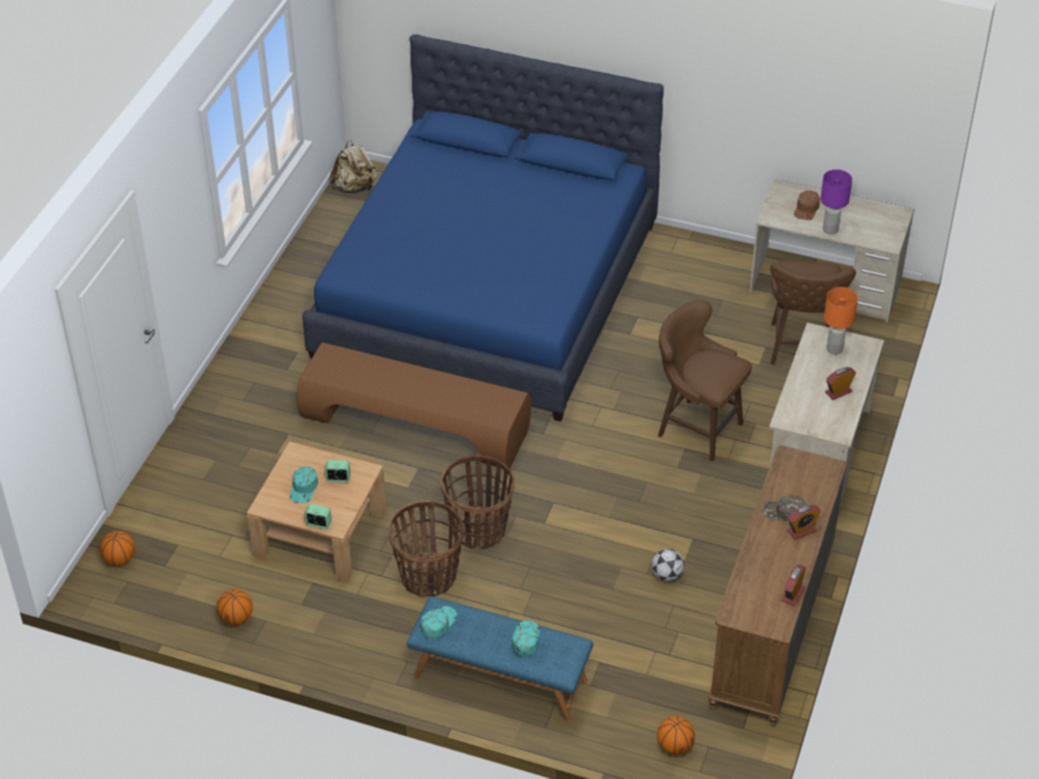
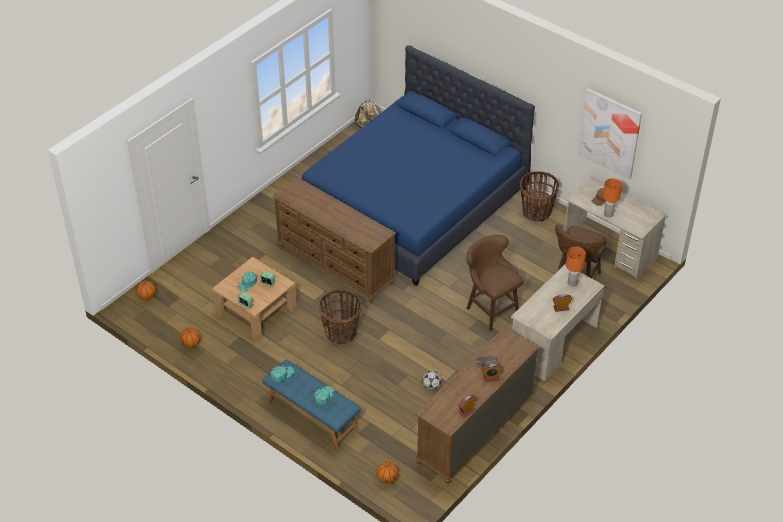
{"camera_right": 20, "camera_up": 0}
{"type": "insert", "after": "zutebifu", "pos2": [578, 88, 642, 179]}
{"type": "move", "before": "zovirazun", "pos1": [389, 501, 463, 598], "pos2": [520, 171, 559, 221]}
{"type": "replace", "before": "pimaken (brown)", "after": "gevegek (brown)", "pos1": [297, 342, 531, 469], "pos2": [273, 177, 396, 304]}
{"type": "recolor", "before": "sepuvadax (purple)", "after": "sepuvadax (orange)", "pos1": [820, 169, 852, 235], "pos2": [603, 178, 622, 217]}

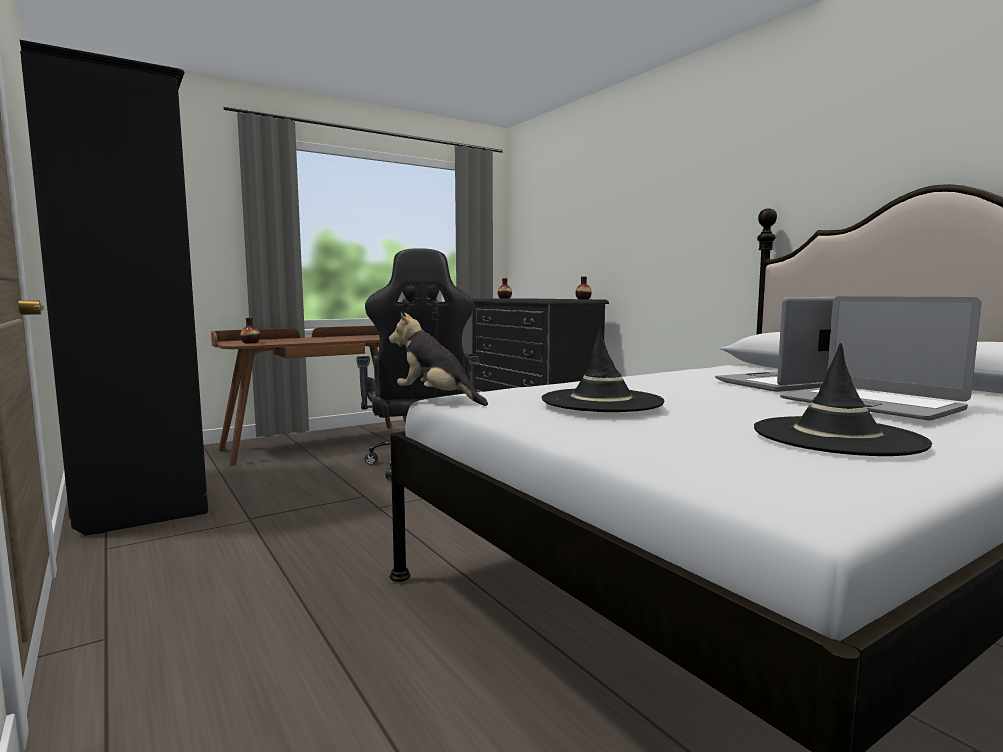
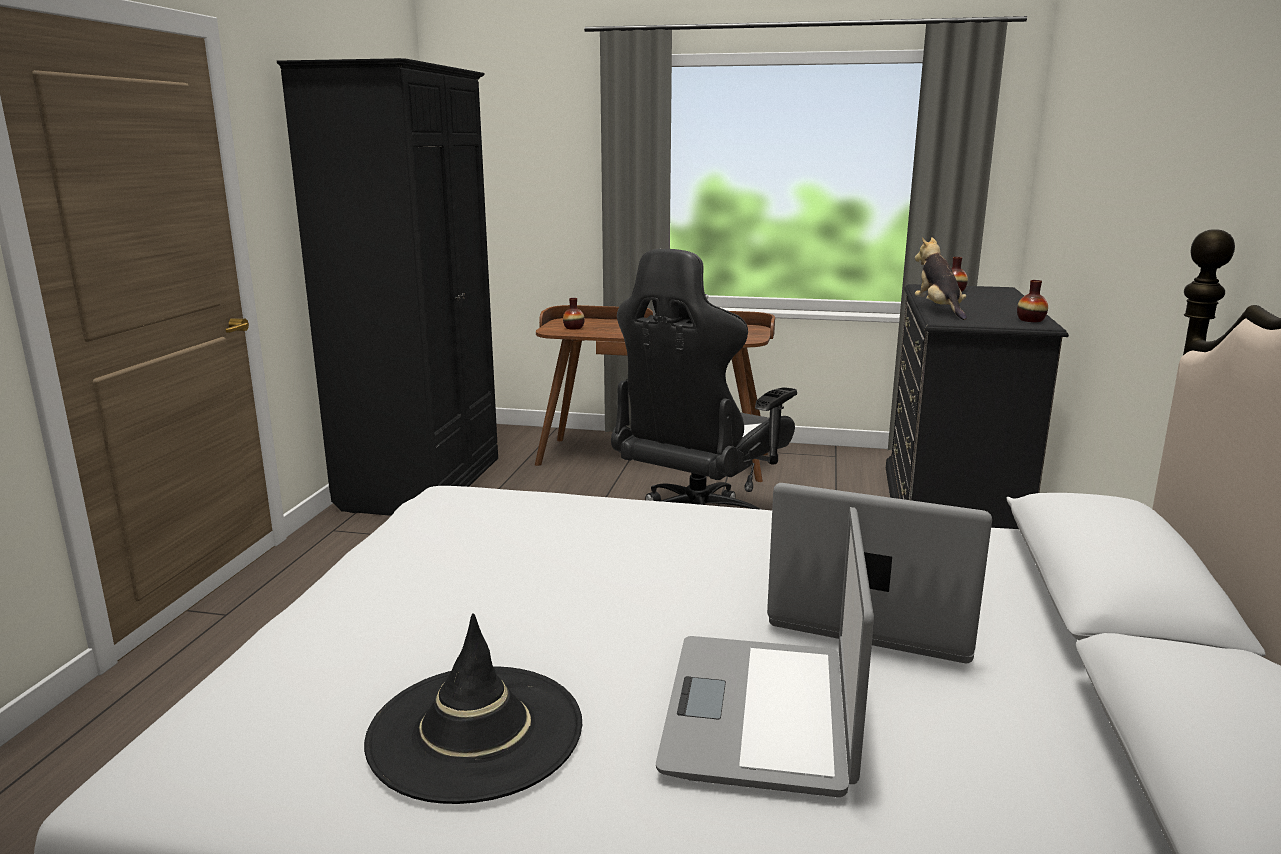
{"camera_right": 45, "camera_up": 10}
{"type": "delete", "before": "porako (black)", "pos1": [542, 328, 665, 412]}
{"type": "move", "before": "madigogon", "pos1": [389, 312, 488, 406], "pos2": [915, 237, 967, 320]}

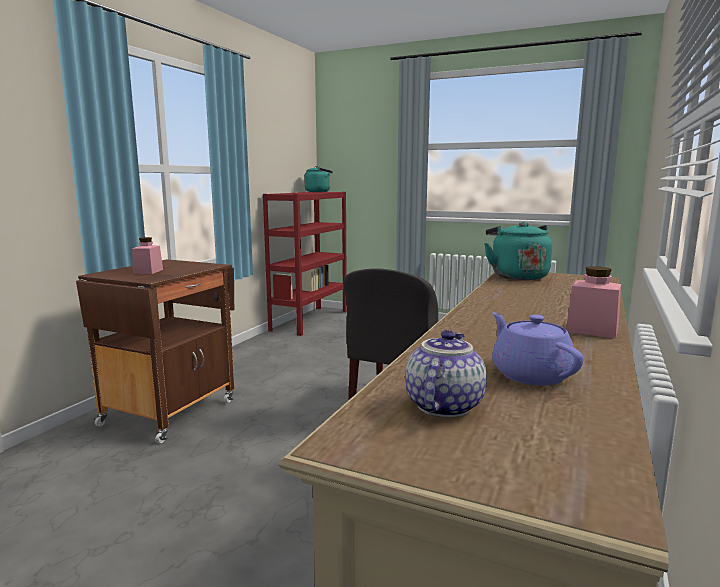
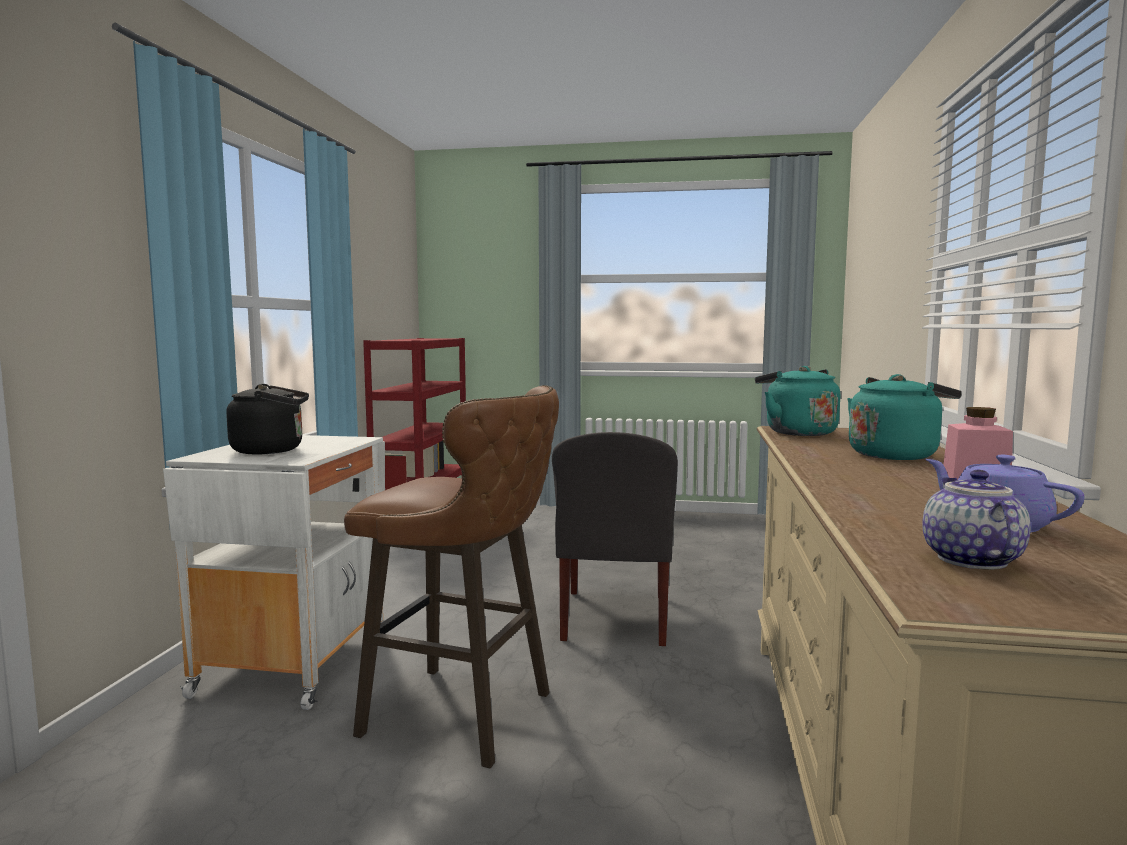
{"camera_right": -15, "camera_up": -5}
{"type": "insert", "after": "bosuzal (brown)", "pos2": [344, 385, 559, 768]}
{"type": "move", "before": "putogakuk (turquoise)", "pos1": [304, 166, 333, 192], "pos2": [848, 374, 962, 460]}
{"type": "replace", "before": "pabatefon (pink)", "after": "putogakuk (black)", "pos1": [132, 237, 163, 274], "pos2": [226, 384, 309, 455]}
{"type": "recolor", "before": "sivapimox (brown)", "after": "sivapimox (white)", "pos1": [76, 259, 235, 444], "pos2": [163, 435, 385, 710]}

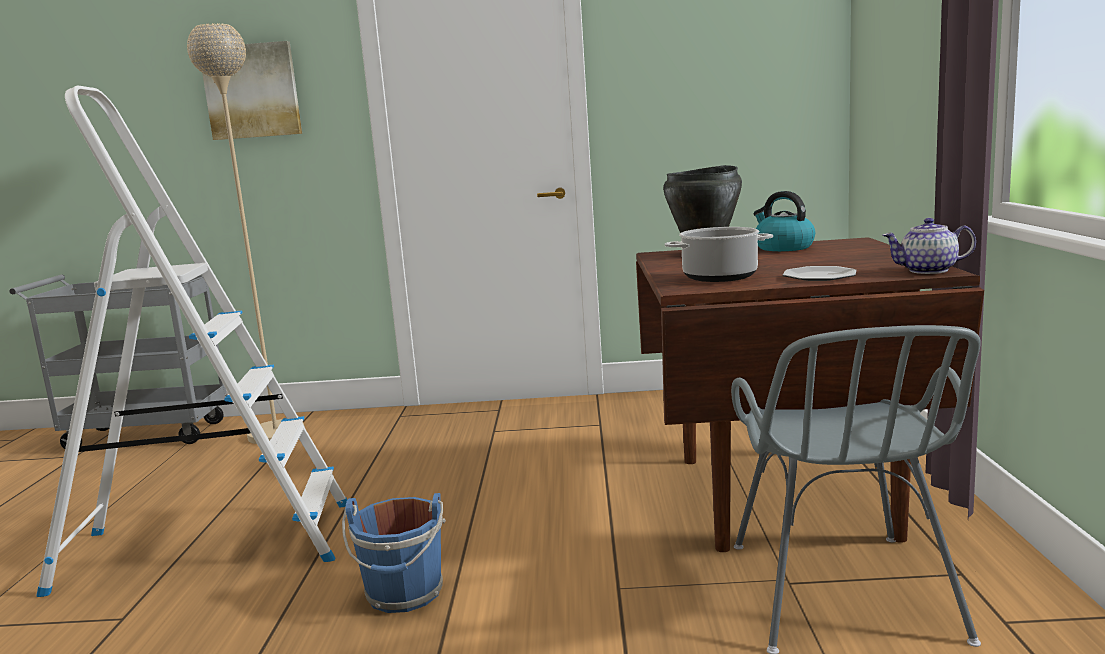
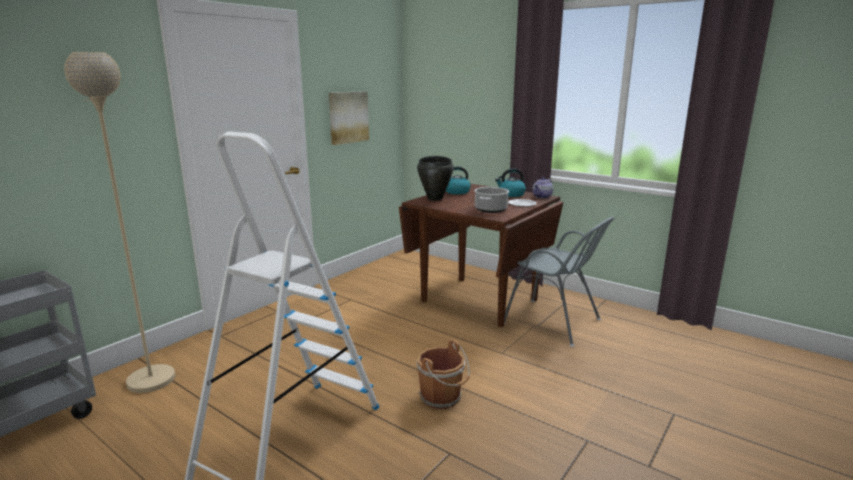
{"camera_right": -55, "camera_up": 5}
{"type": "insert", "after": "putogakuk", "pos2": [495, 168, 526, 197]}
{"type": "move", "before": "zutebifu", "pos1": [202, 41, 302, 140], "pos2": [329, 91, 369, 145]}
{"type": "recolor", "before": "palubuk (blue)", "after": "palubuk (brown)", "pos1": [342, 493, 446, 613], "pos2": [417, 339, 470, 409]}

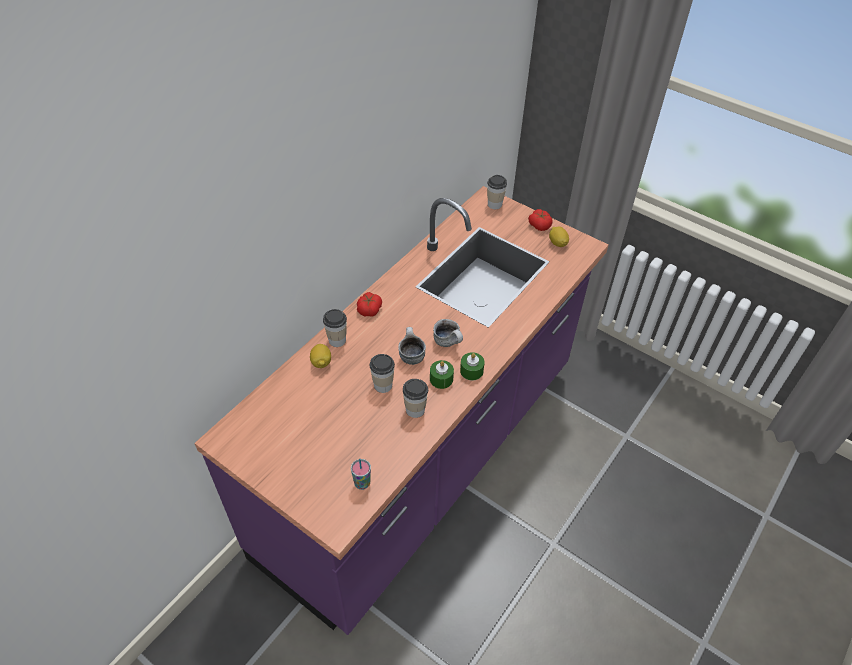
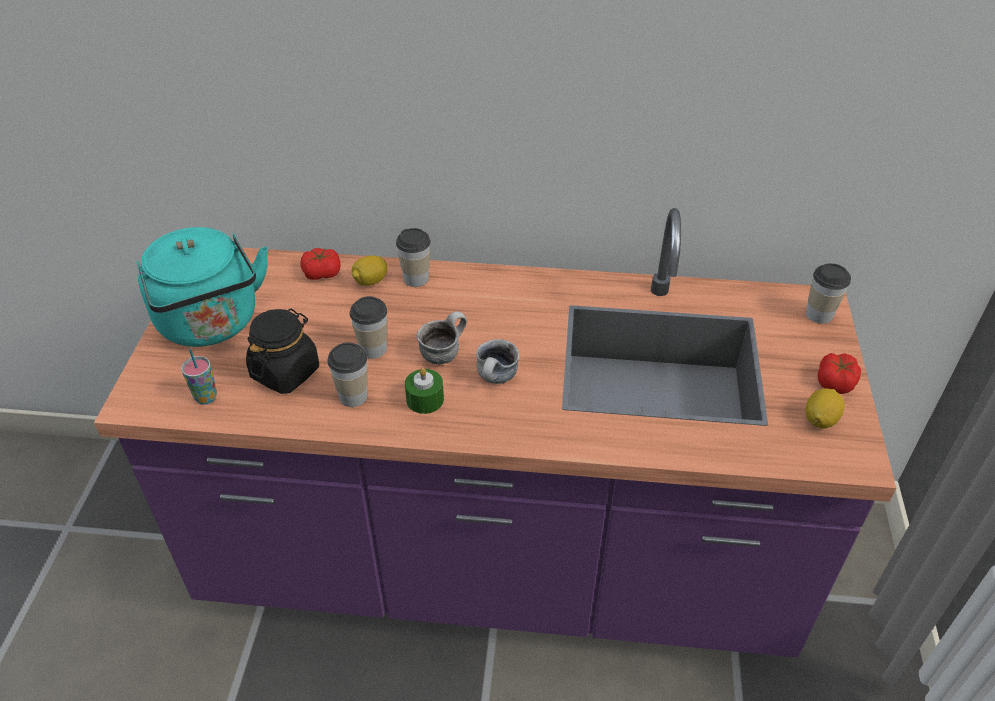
{"camera_right": 60, "camera_up": -5}
{"type": "delete", "before": "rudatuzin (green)", "pos1": [460, 352, 485, 381]}
{"type": "insert", "after": "putogakuk (turquoise)", "pos2": [136, 227, 268, 347]}
{"type": "insert", "after": "pabatefon (black)", "pos2": [246, 309, 319, 394]}
{"type": "move", "before": "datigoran", "pos1": [357, 292, 382, 317], "pos2": [301, 248, 341, 280]}

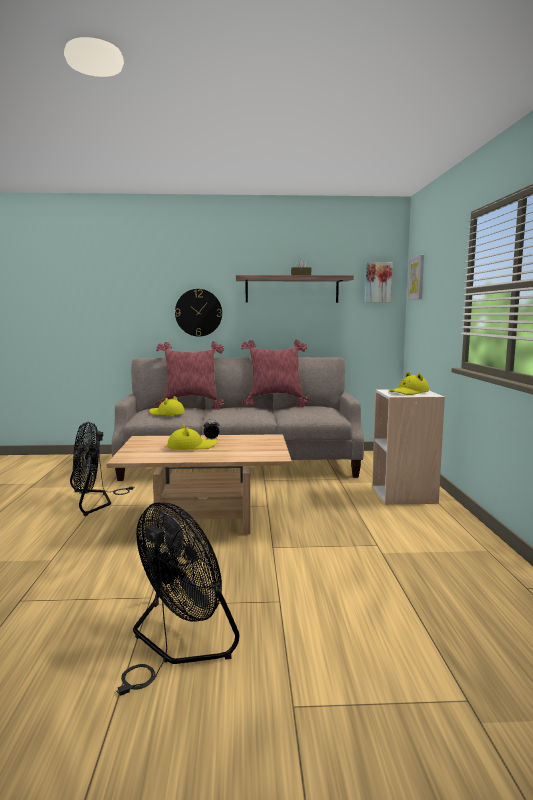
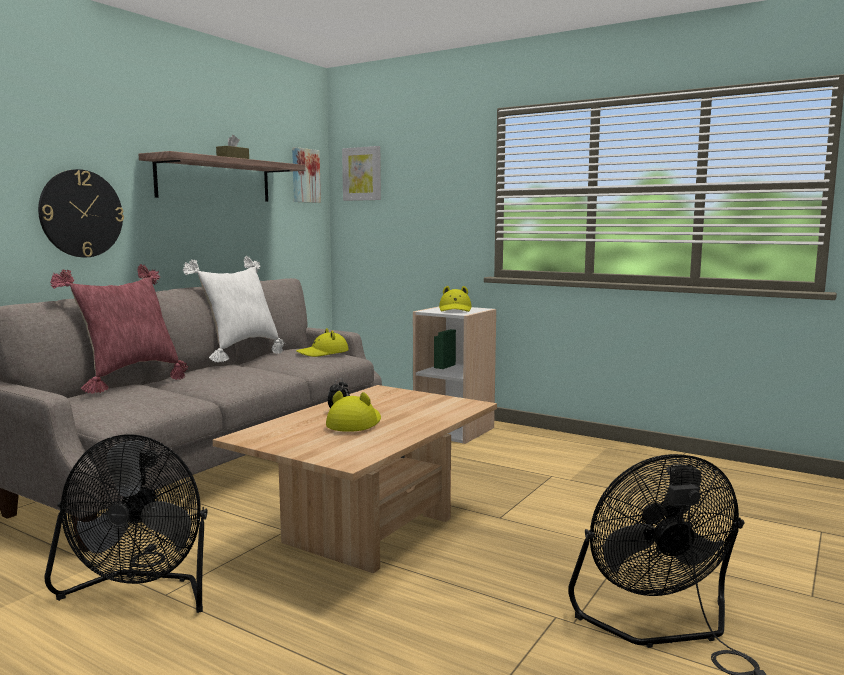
{"camera_right": -55, "camera_up": 0}
{"type": "move", "before": "porako (yellow)", "pos1": [149, 396, 185, 415], "pos2": [296, 328, 349, 357]}
{"type": "recolor", "before": "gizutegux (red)", "after": "gizutegux (white)", "pos1": [241, 340, 309, 407], "pos2": [183, 256, 285, 363]}

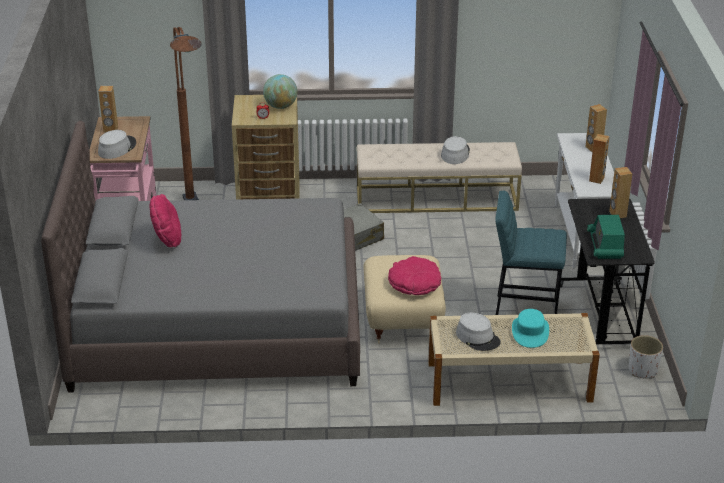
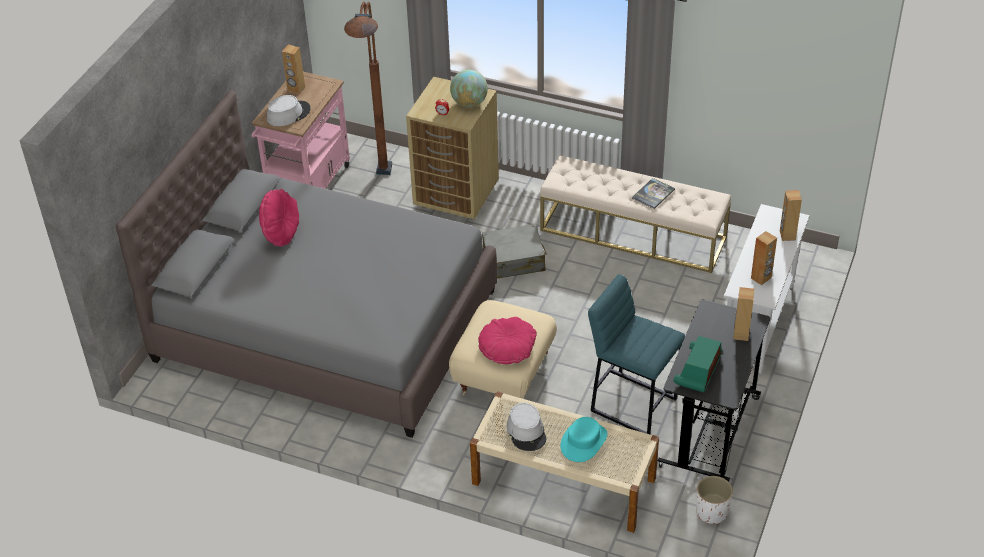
{"camera_right": 25, "camera_up": 10}
{"type": "replace", "before": "porako (grey)", "after": "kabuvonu", "pos1": [441, 136, 470, 164], "pos2": [632, 178, 675, 209]}

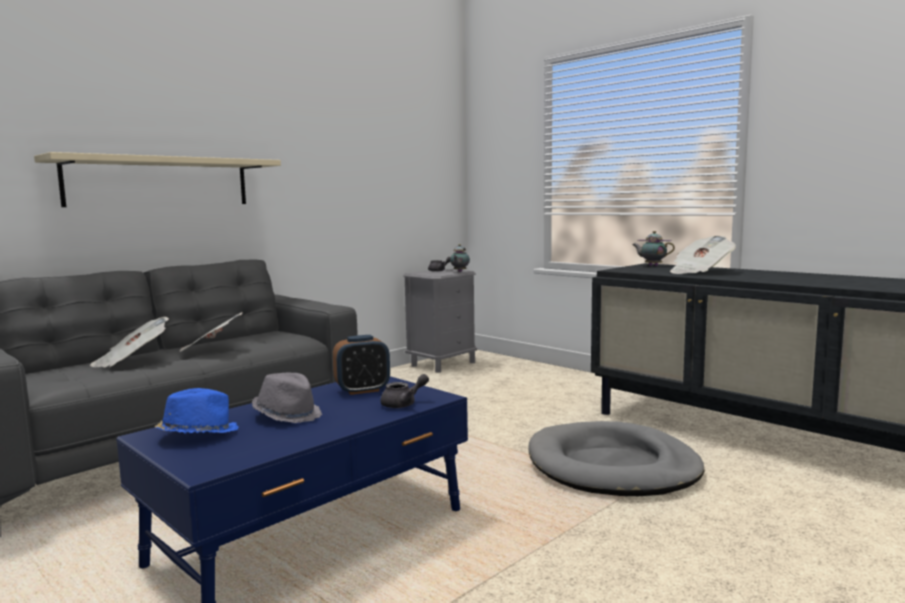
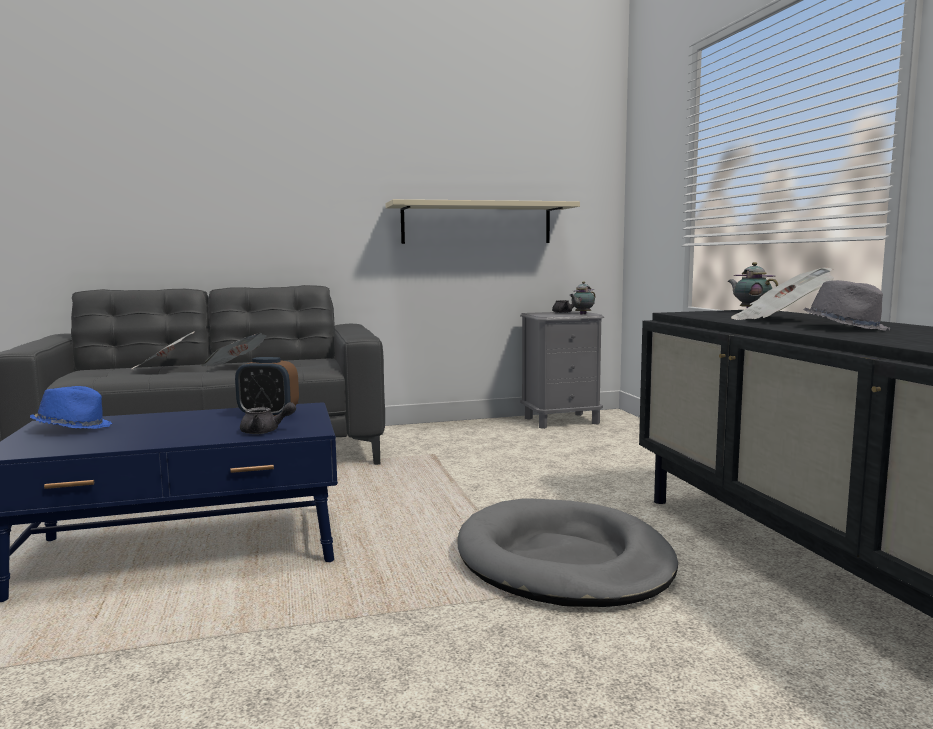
{"camera_right": 30, "camera_up": 0}
{"type": "move", "before": "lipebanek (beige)", "pos1": [34, 152, 281, 207], "pos2": [386, 199, 580, 244]}
{"type": "move", "before": "porako (grey)", "pos1": [252, 373, 322, 423], "pos2": [803, 280, 891, 331]}

